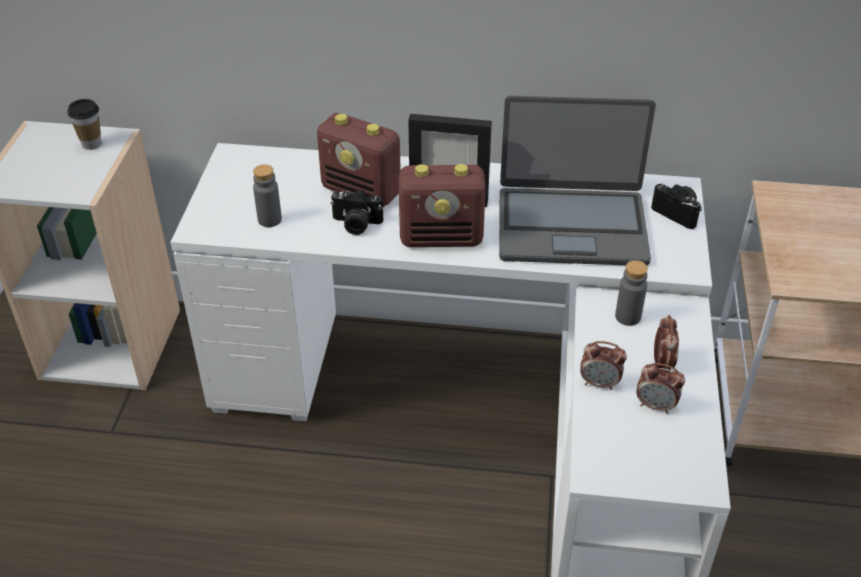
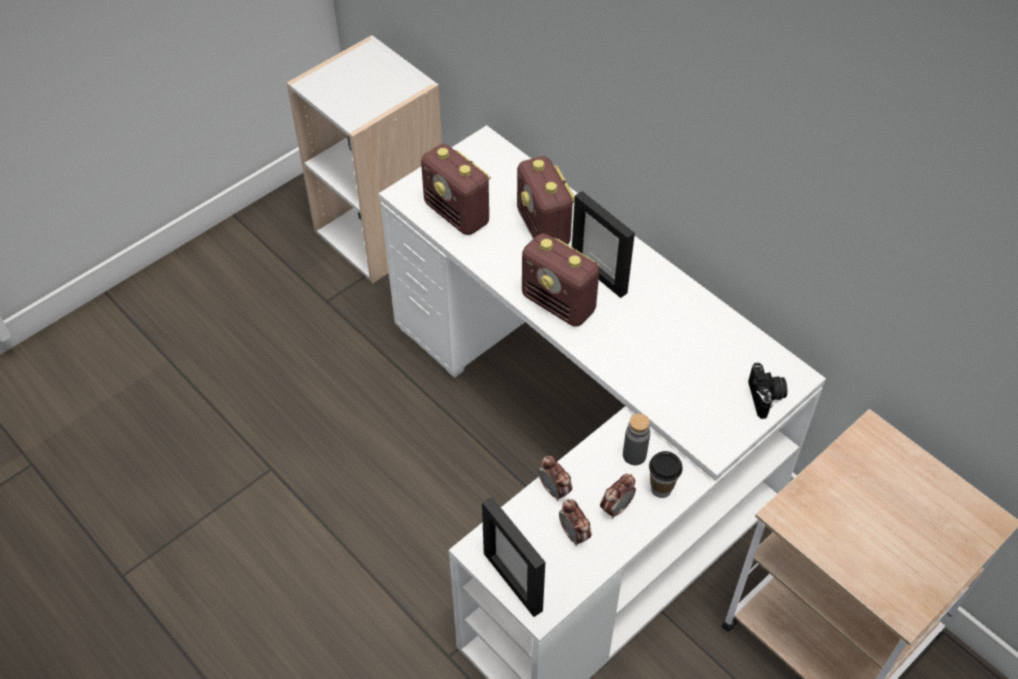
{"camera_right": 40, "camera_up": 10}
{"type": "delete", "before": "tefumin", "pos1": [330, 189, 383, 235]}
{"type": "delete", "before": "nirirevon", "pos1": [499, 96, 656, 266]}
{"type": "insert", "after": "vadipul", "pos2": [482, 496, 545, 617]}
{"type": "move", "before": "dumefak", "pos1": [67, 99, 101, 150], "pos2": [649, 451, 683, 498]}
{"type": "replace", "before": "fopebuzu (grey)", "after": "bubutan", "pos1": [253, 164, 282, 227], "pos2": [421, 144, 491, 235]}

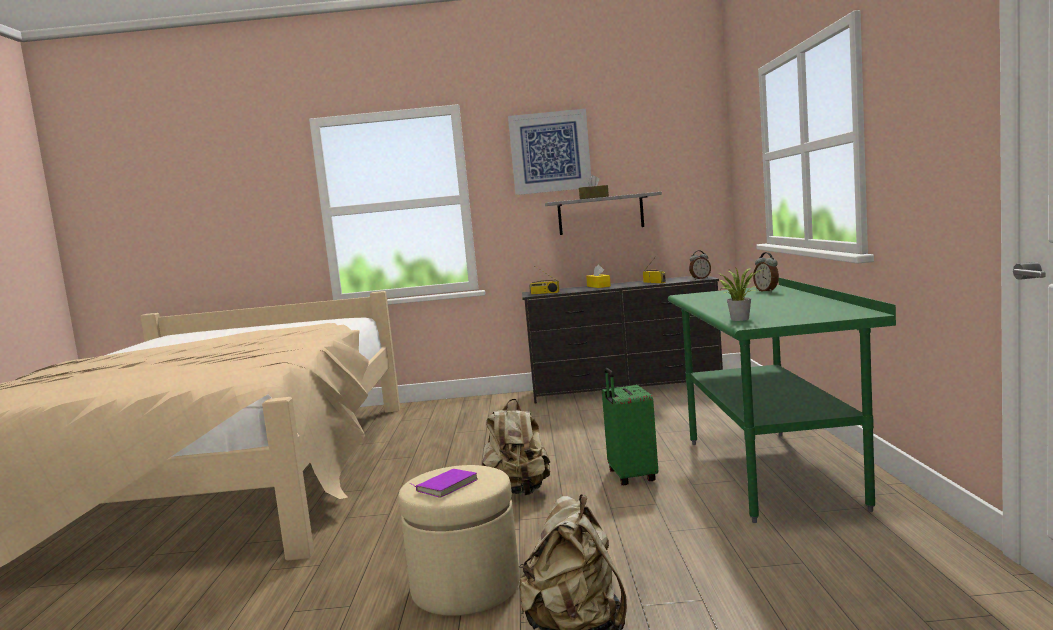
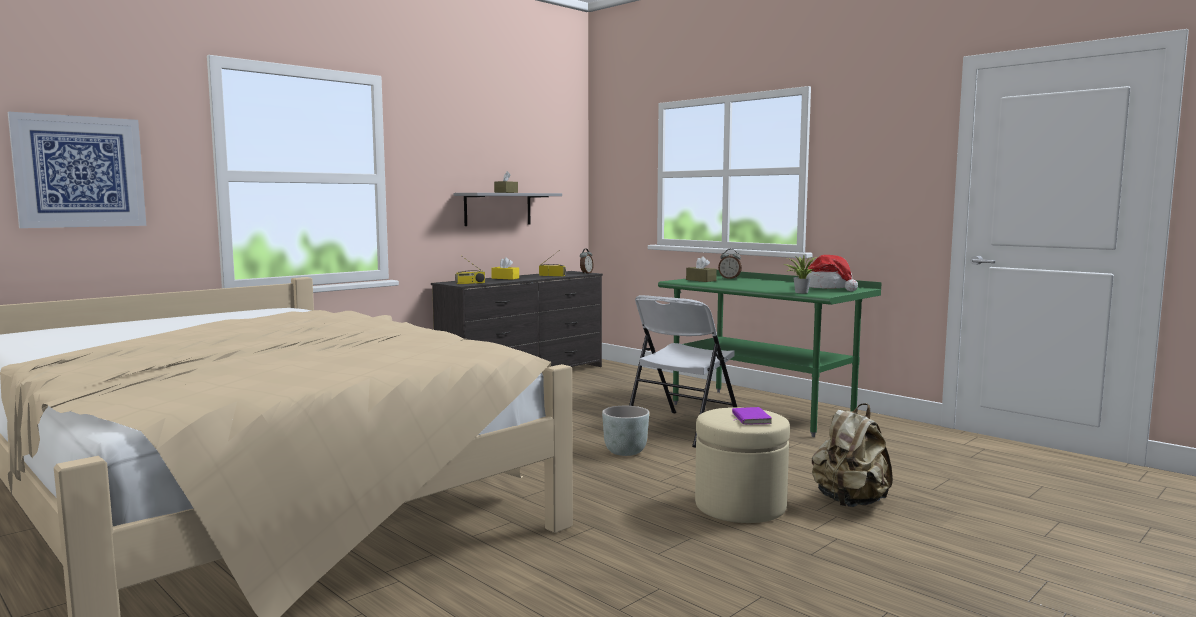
{"camera_right": -45, "camera_up": 0}
{"type": "insert", "after": "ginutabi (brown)", "pos2": [686, 256, 717, 282]}
{"type": "insert", "after": "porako", "pos2": [798, 255, 858, 291]}
{"type": "move", "before": "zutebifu", "pos1": [508, 109, 591, 195], "pos2": [8, 112, 146, 228]}
{"type": "replace", "before": "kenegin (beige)", "after": "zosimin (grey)", "pos1": [482, 399, 550, 496], "pos2": [602, 406, 649, 456]}
{"type": "replace", "before": "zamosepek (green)", "after": "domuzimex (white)", "pos1": [602, 368, 658, 486], "pos2": [629, 295, 737, 448]}

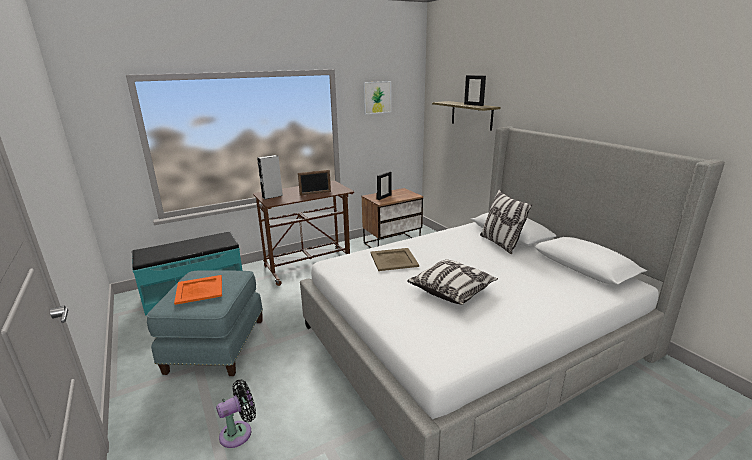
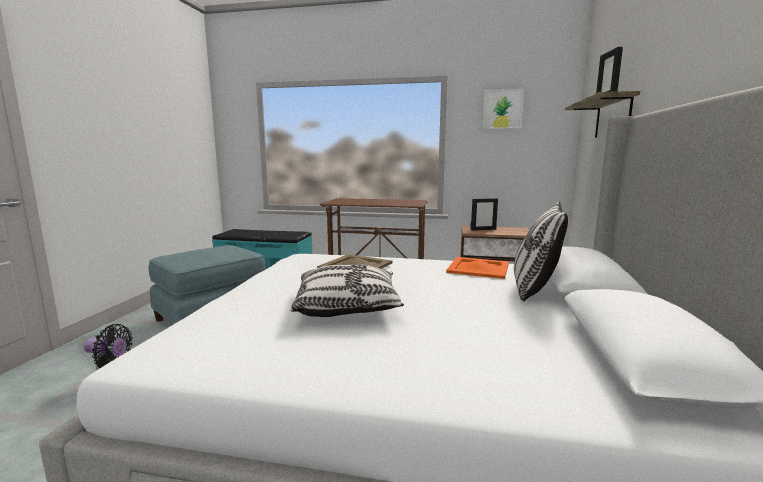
{"camera_right": 40, "camera_up": -10}
{"type": "delete", "before": "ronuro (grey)", "pos1": [257, 155, 283, 199]}
{"type": "delete", "before": "vadipul", "pos1": [298, 170, 331, 196]}
{"type": "move", "before": "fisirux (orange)", "pos1": [174, 275, 222, 305], "pos2": [446, 257, 509, 279]}

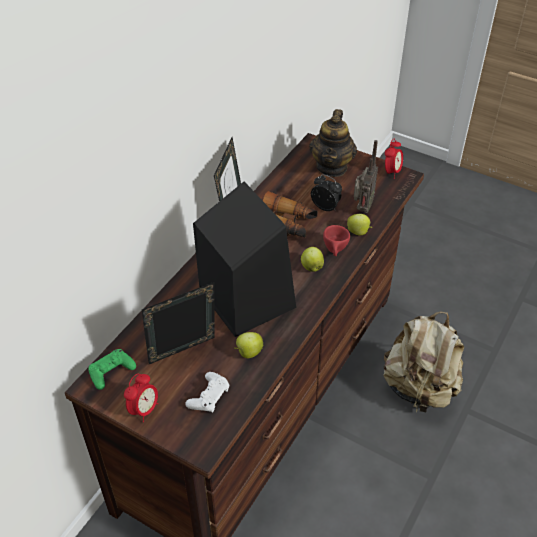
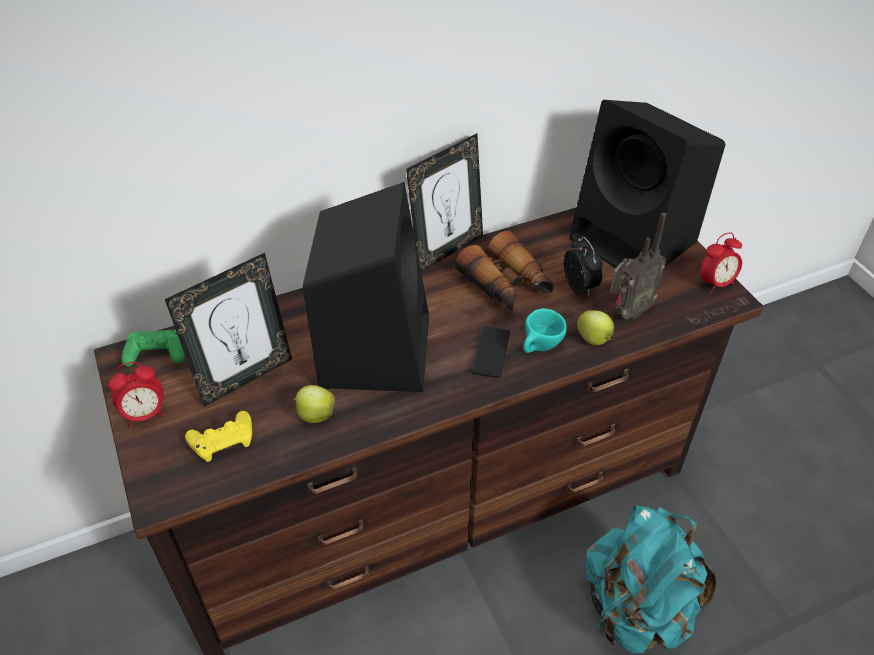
{"camera_right": 35, "camera_up": 0}
{"type": "replace", "before": "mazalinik", "after": "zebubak", "pos1": [301, 247, 324, 272], "pos2": [472, 326, 510, 378]}
{"type": "replace", "before": "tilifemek", "after": "ronuro (black)", "pos1": [309, 109, 357, 177], "pos2": [569, 100, 725, 268]}
{"type": "recolor", "before": "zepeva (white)", "after": "zepeva (yellow)", "pos1": [185, 372, 229, 412], "pos2": [185, 411, 252, 462]}
{"type": "recolor", "before": "dumefak (red)", "after": "dumefak (turquoise)", "pos1": [323, 225, 350, 256], "pos2": [523, 308, 567, 353]}
{"type": "recolor", "before": "kenegin (beige)", "after": "kenegin (turquoise)", "pos1": [383, 312, 464, 412], "pos2": [585, 505, 717, 654]}
{"type": "rotate", "before": "vadipul", "pos1": [142, 282, 215, 364], "pos2": [165, 253, 292, 407], "turn": 135}

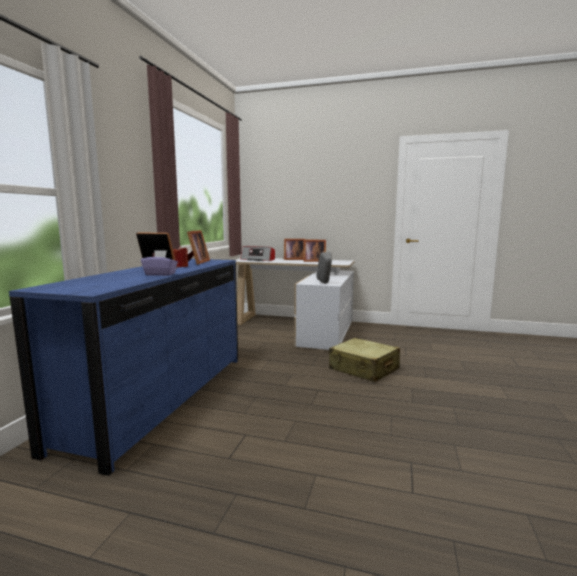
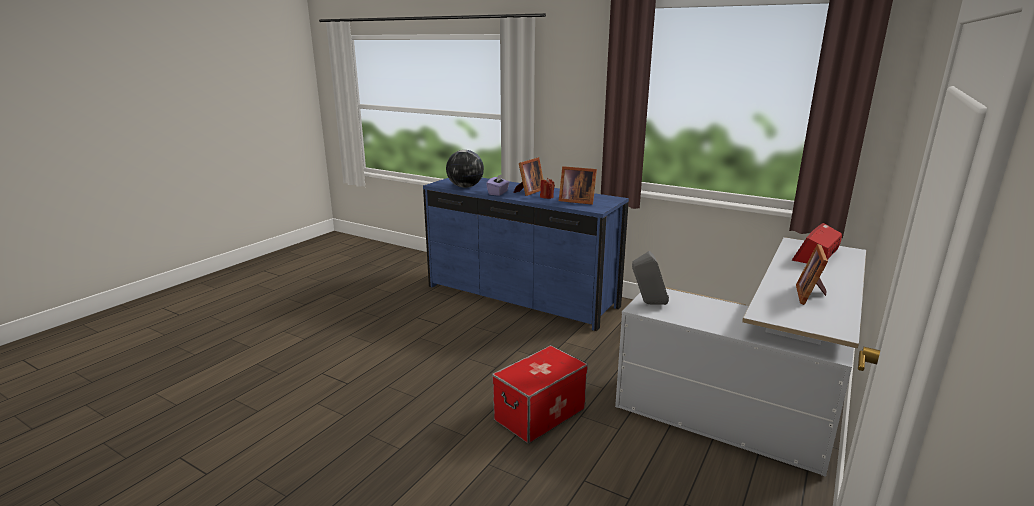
{"camera_right": 105, "camera_up": 10}
{"type": "delete", "before": "vadipul", "pos1": [284, 239, 305, 260]}
{"type": "insert", "after": "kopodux", "pos2": [446, 150, 484, 188]}
{"type": "replace", "before": "zamosepek (beige)", "after": "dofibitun", "pos1": [329, 338, 400, 382], "pos2": [492, 345, 588, 444]}

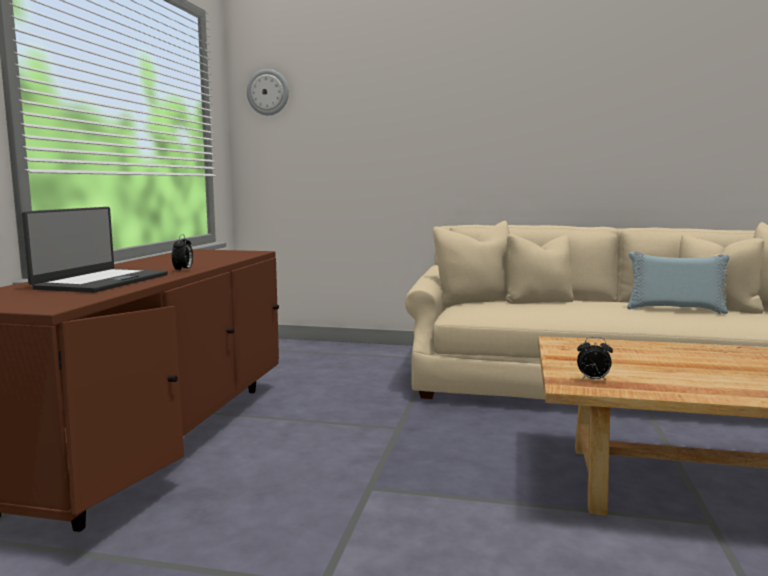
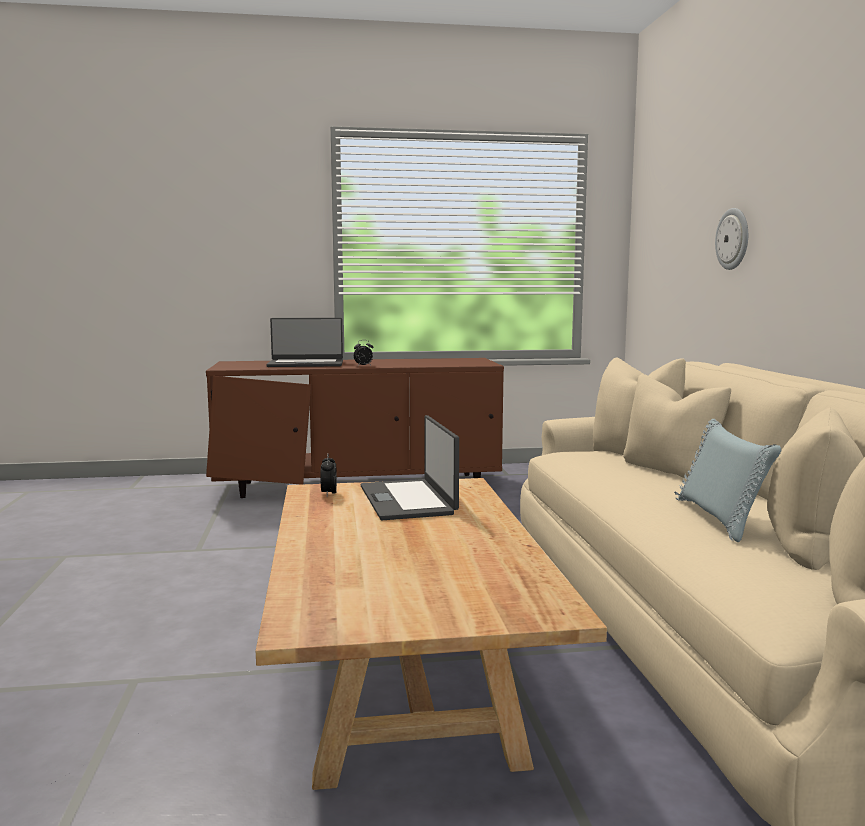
{"camera_right": 70, "camera_up": 0}
{"type": "insert", "after": "nirirevon", "pos2": [361, 415, 459, 520]}
{"type": "move", "before": "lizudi", "pos1": [247, 69, 289, 115], "pos2": [715, 208, 748, 270]}

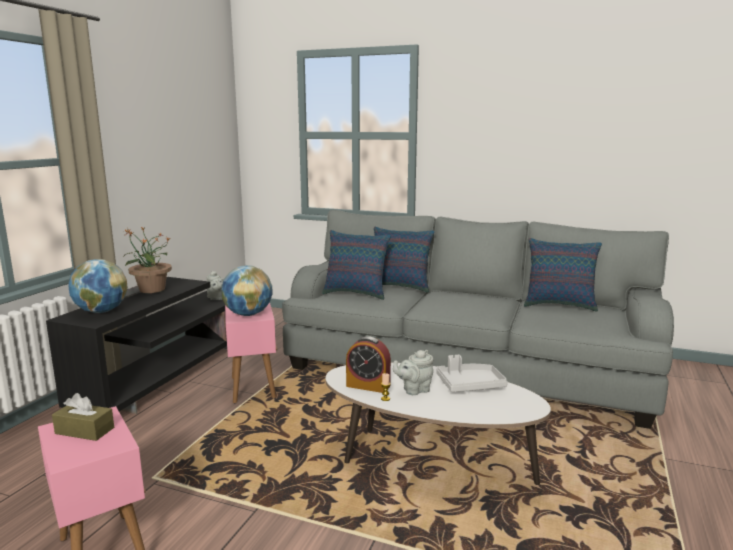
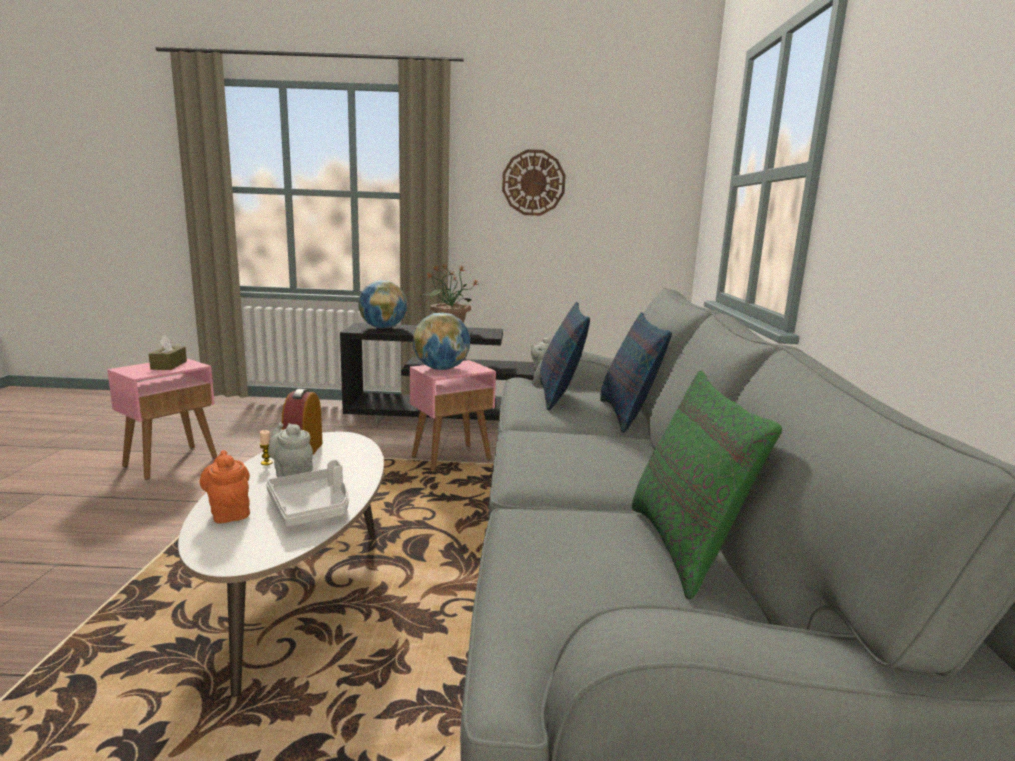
{"camera_right": 70, "camera_up": 0}
{"type": "insert", "after": "tilifemek (orange)", "pos2": [200, 450, 250, 523]}
{"type": "insert", "after": "lizudi", "pos2": [502, 149, 566, 216]}
{"type": "recolor", "before": "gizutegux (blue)", "after": "gizutegux (green)", "pos1": [524, 238, 602, 312], "pos2": [632, 370, 782, 599]}

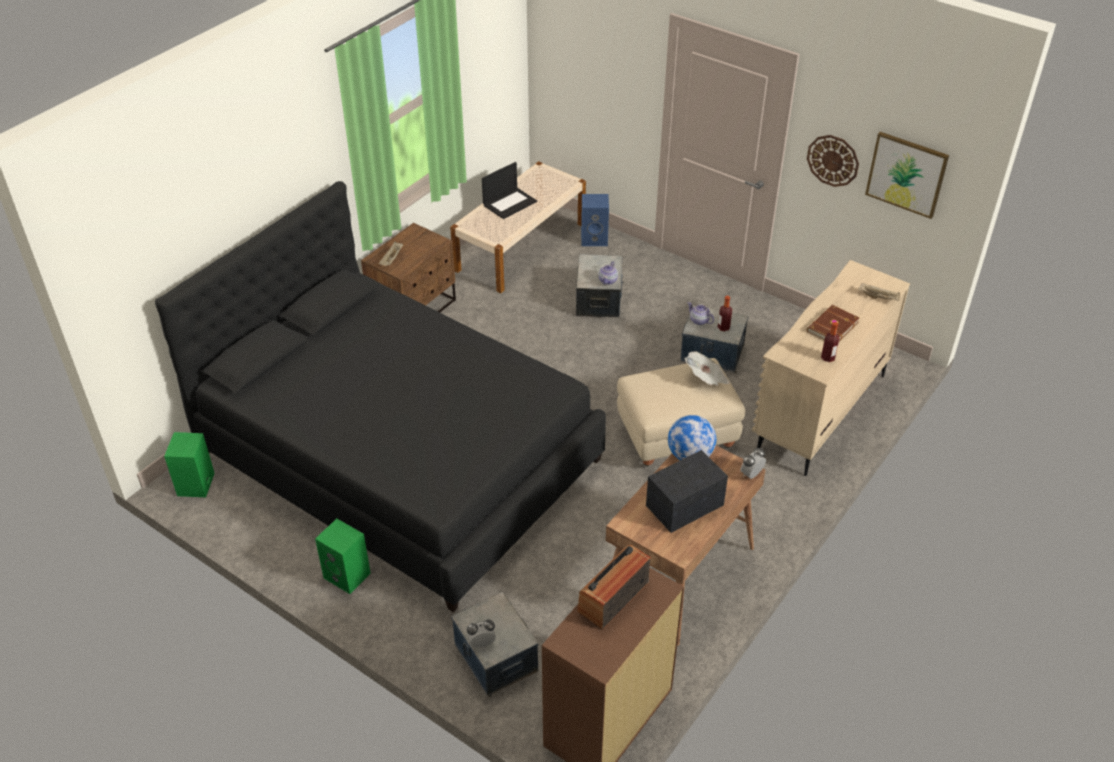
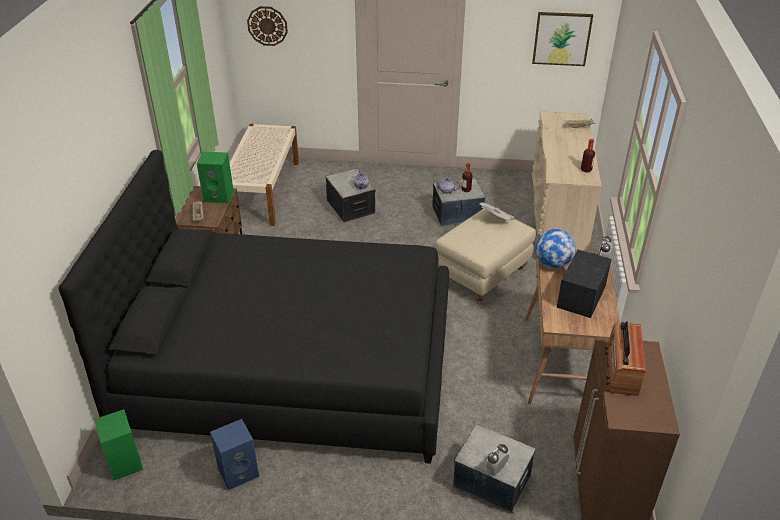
{"camera_right": -30, "camera_up": -5}
{"type": "delete", "before": "nirirevon", "pos1": [482, 162, 537, 219]}
{"type": "delete", "before": "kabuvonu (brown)", "pos1": [807, 305, 859, 341]}
{"type": "move", "before": "ronuro (green)", "pos1": [315, 519, 371, 594], "pos2": [197, 152, 234, 203]}
{"type": "move", "before": "ronuro (blue)", "pos1": [581, 194, 609, 246], "pos2": [210, 419, 259, 490]}
{"type": "move", "before": "lizudi", "pos1": [807, 135, 859, 187], "pos2": [247, 6, 288, 46]}

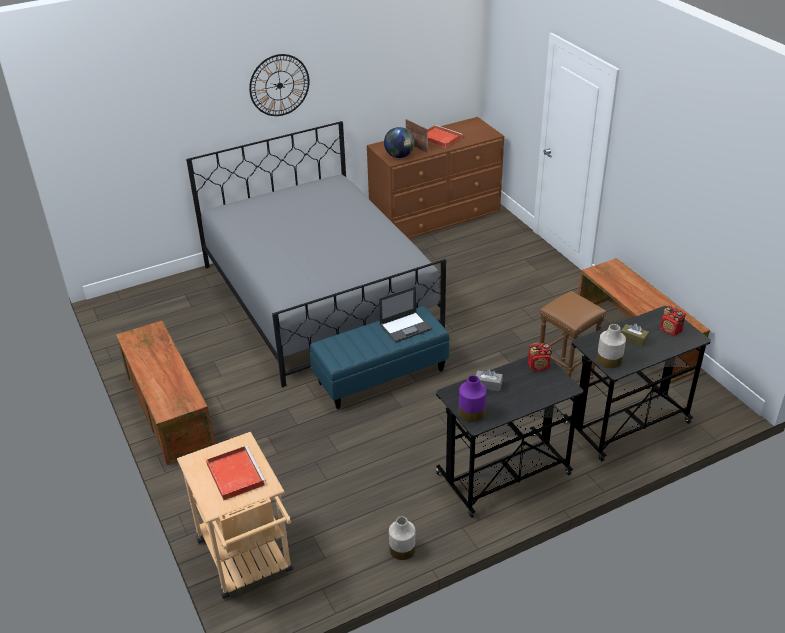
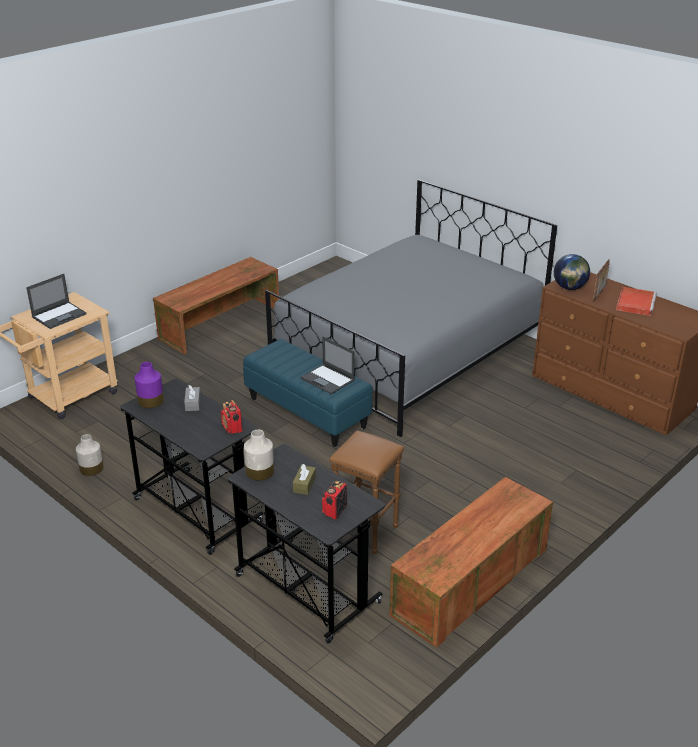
{"camera_right": 70, "camera_up": -5}
{"type": "delete", "before": "lizudi", "pos1": [249, 54, 309, 116]}
{"type": "replace", "before": "fisirux (red)", "after": "nirirevon", "pos1": [206, 446, 266, 500], "pos2": [26, 274, 87, 329]}

